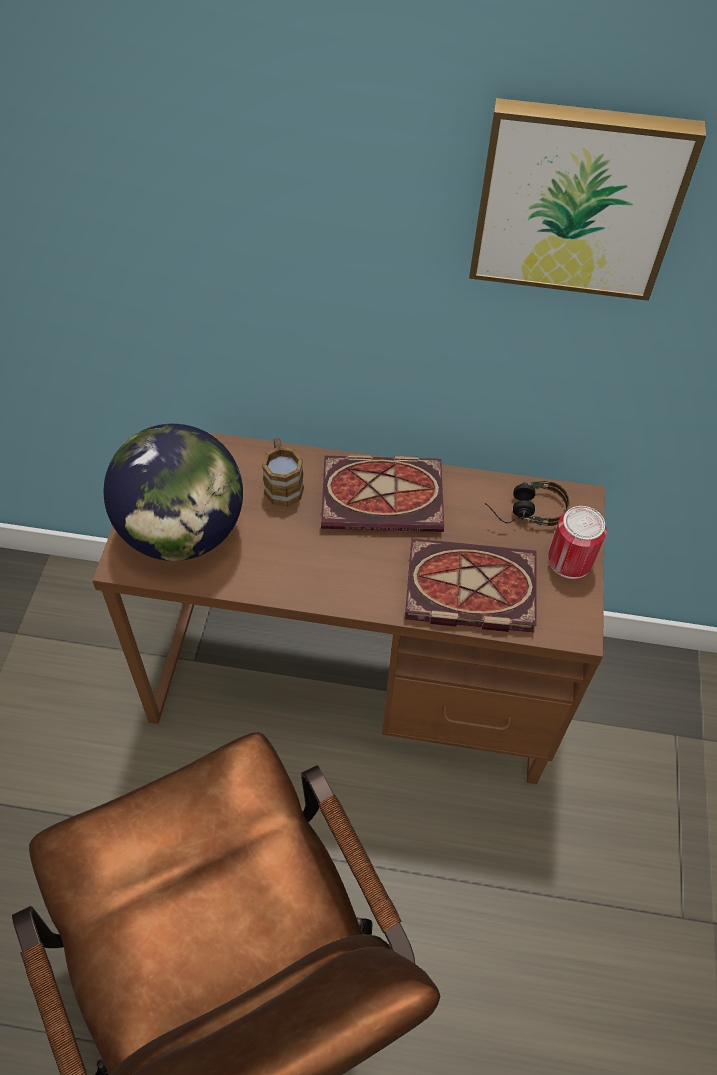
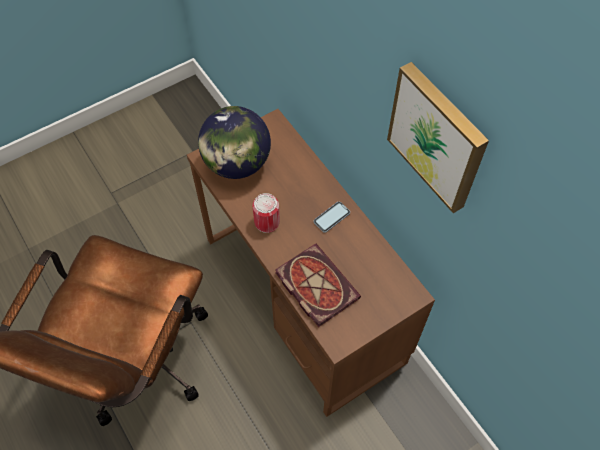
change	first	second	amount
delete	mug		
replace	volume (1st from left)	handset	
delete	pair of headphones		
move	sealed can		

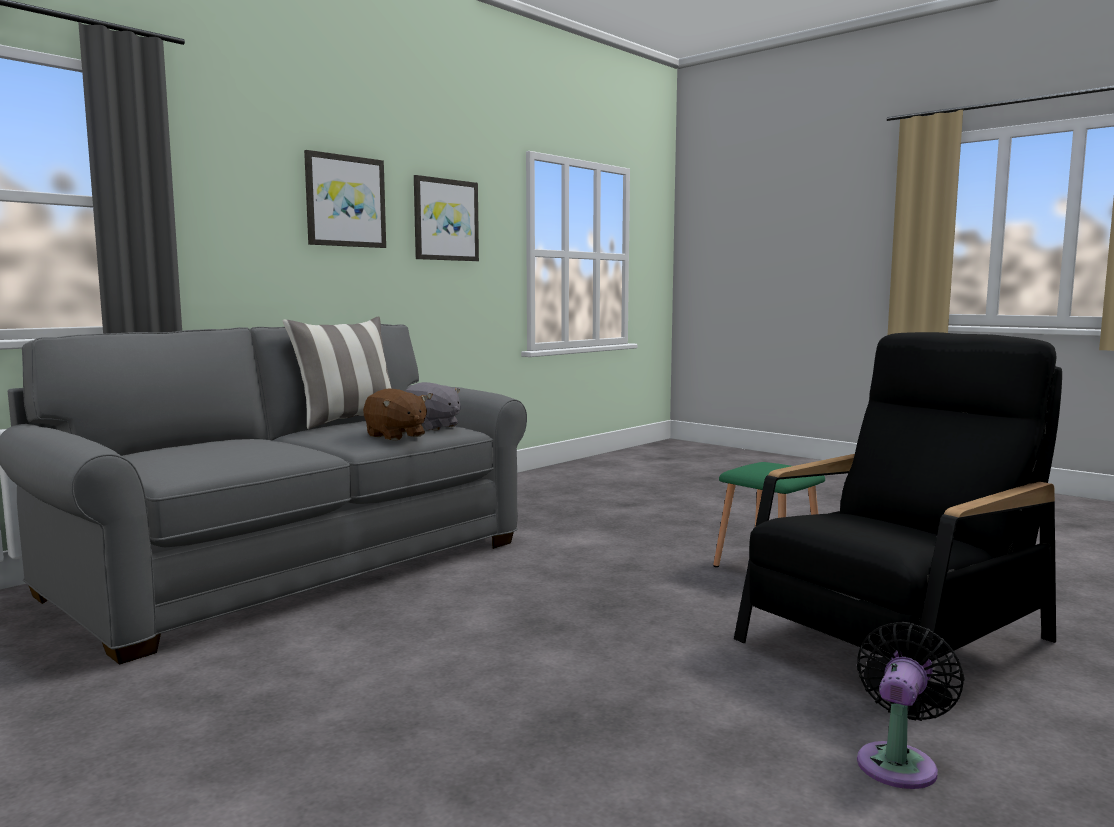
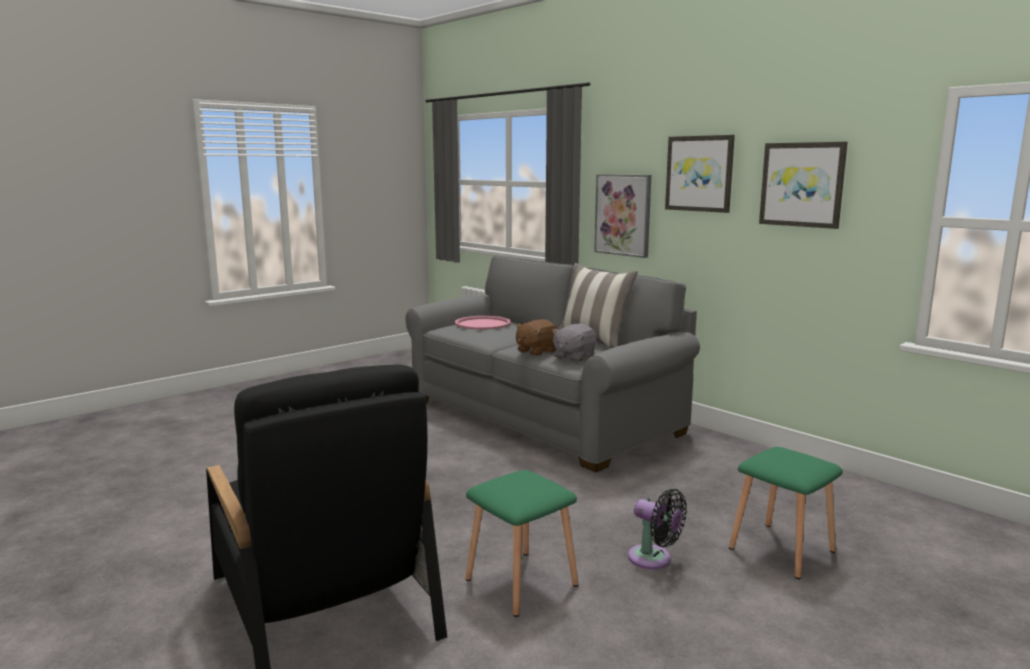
change	first	second	amount
move	blackish fan		
insert		pink-coloured serving tray	
insert		wall art (1st from left)	
insert		greenish sitting stool (2nd from left)	

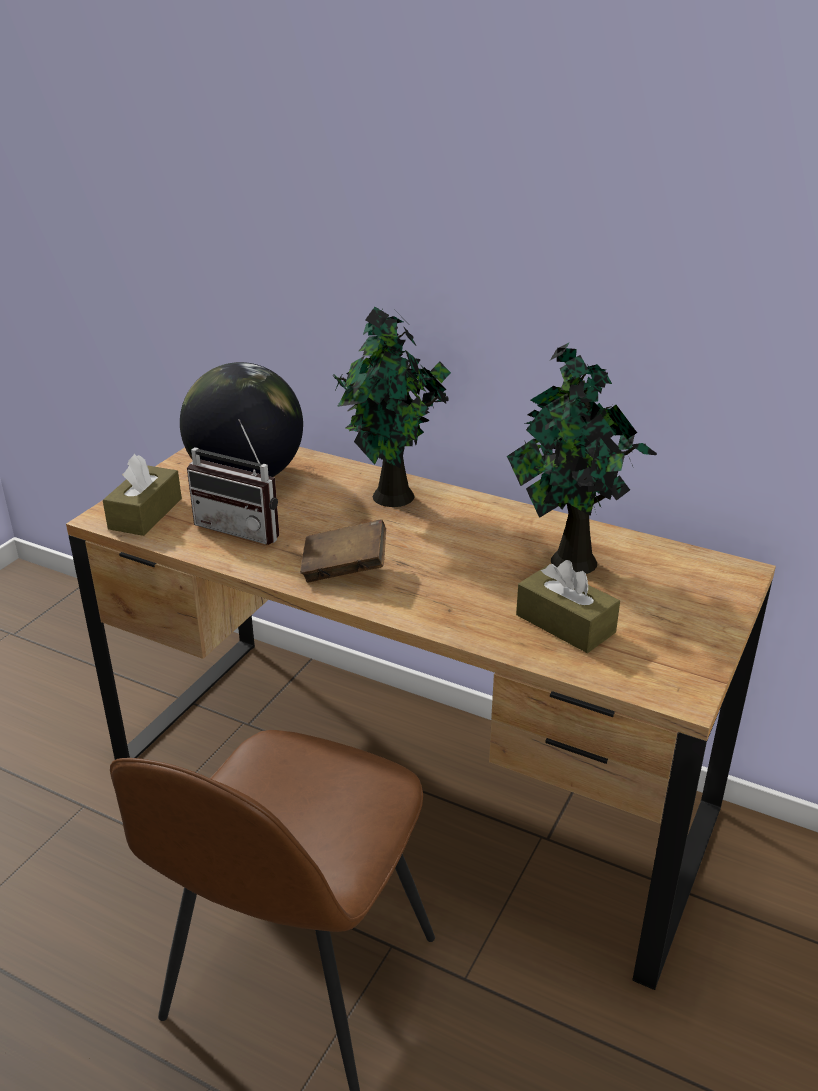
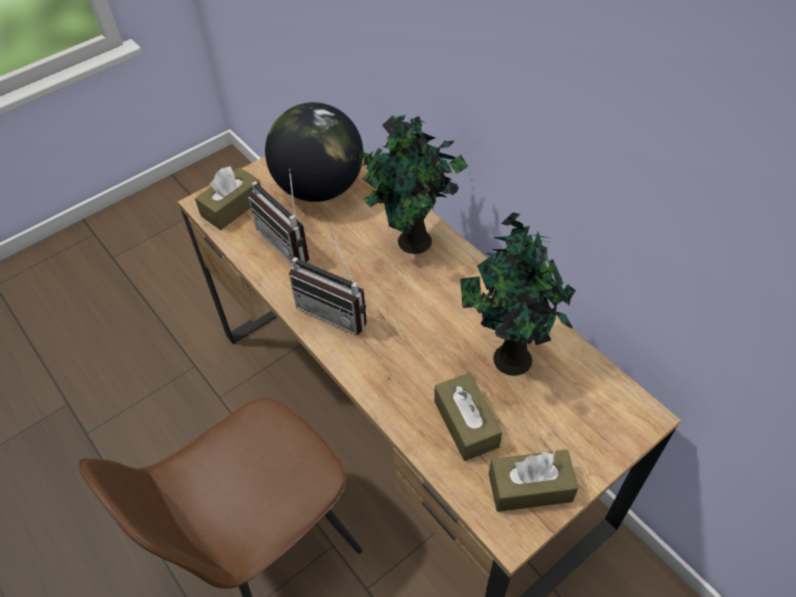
change	first	second	amount
replace	brown volume	radio (2nd from left)	
insert		brown tissue holder (3rd from left)	

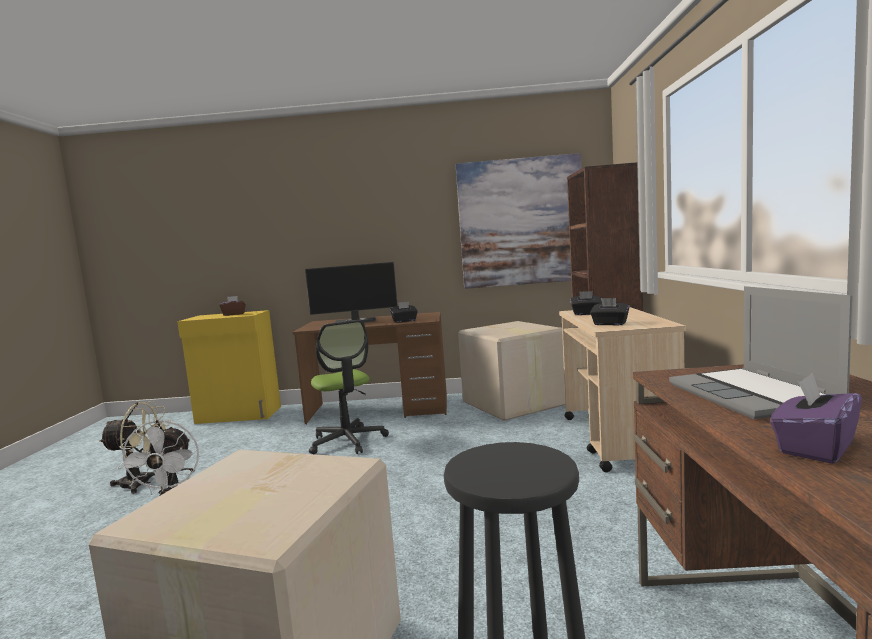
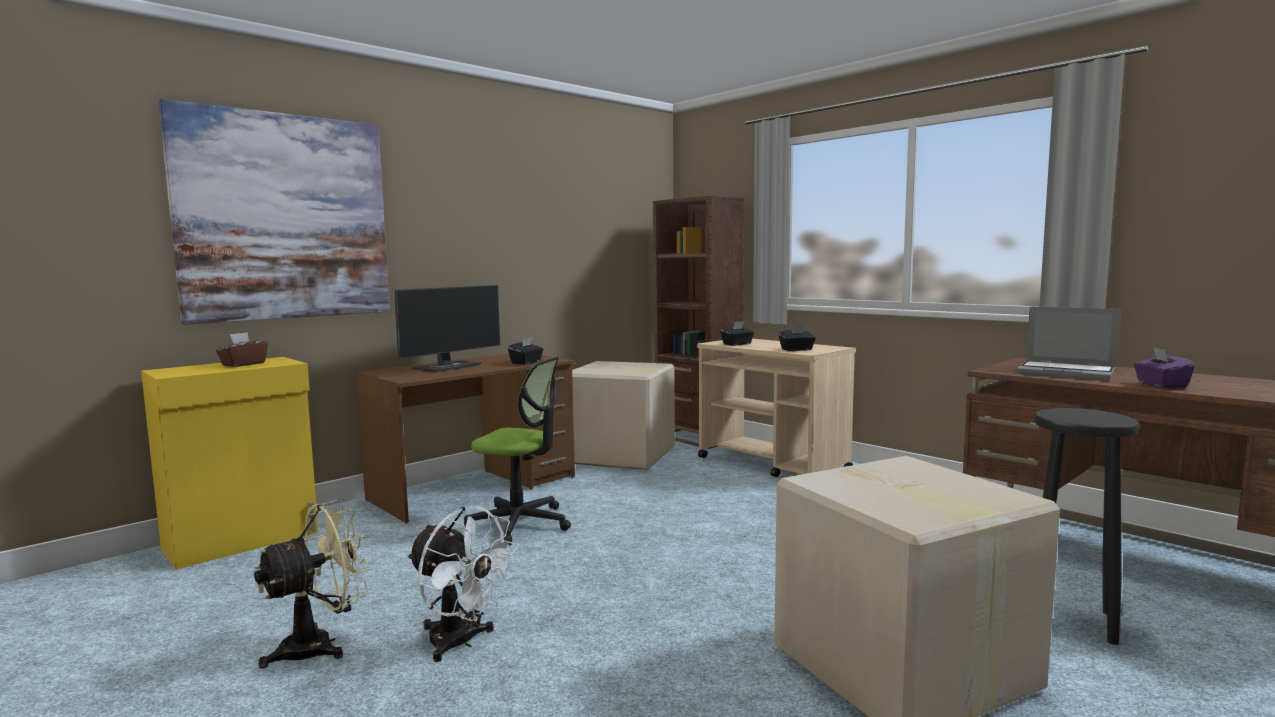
change	first	second	amount
move	wall art		

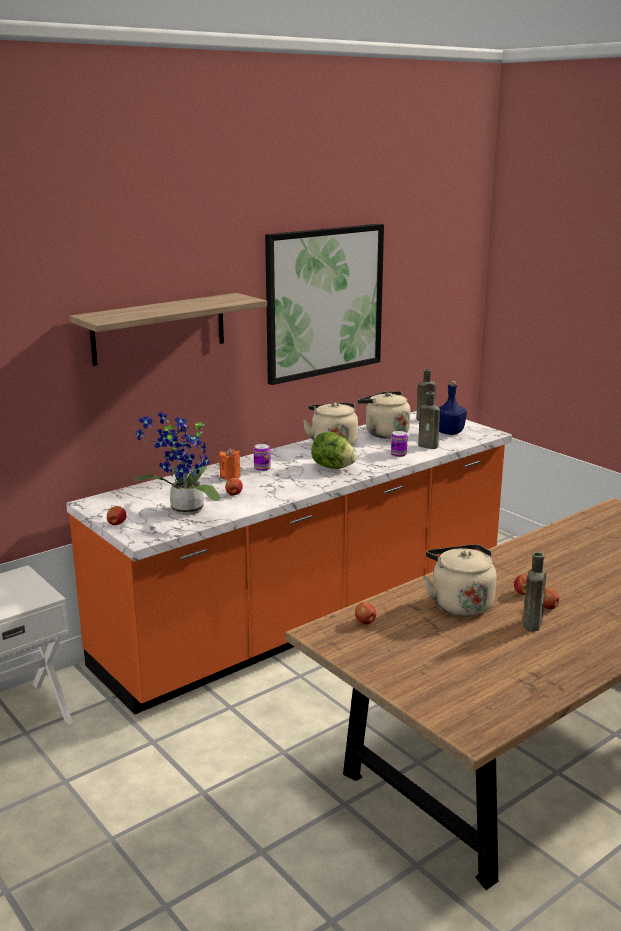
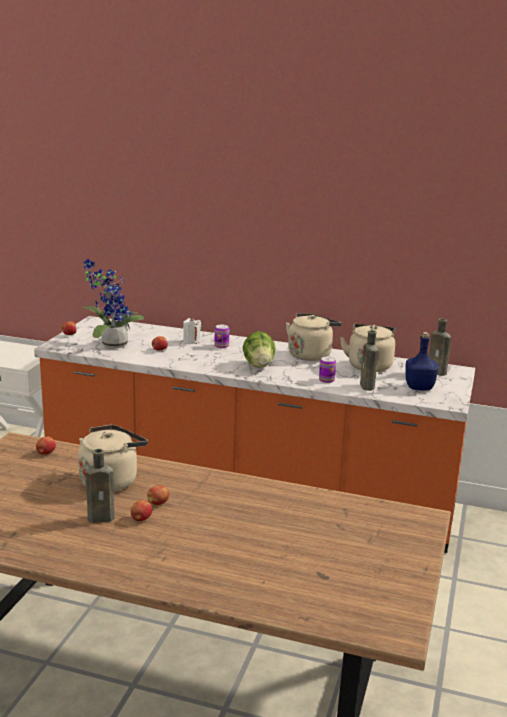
change	first	second	amount
delete	bracket shelf		
recolor	orange-coloured wax candle	white wax candle	
delete	wall art		

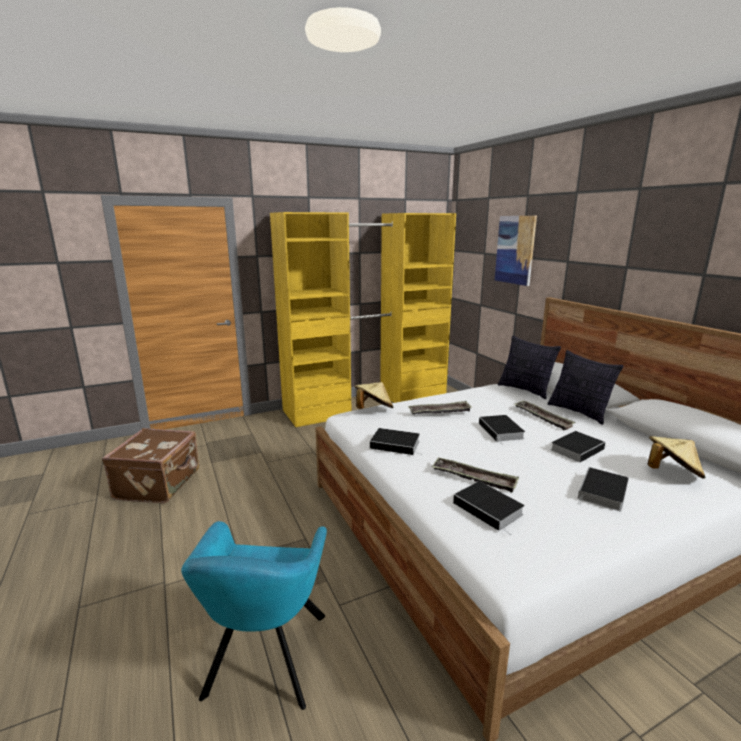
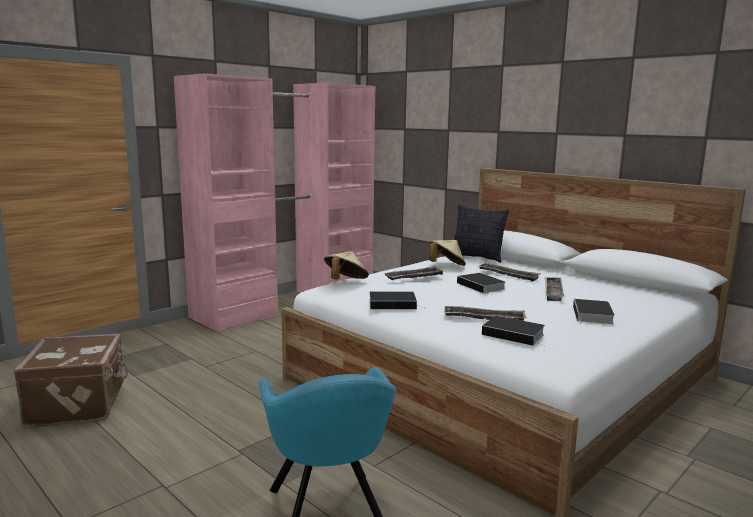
change	first	second	amount
recolor	yellowish armoire	pink-coloured armoire	
delete	wall art		
delete	pillow (2nd from left)		
replace	volume (4th from left)	serving tray (4th from left)	
move	beige clothing hat (2nd from left)		

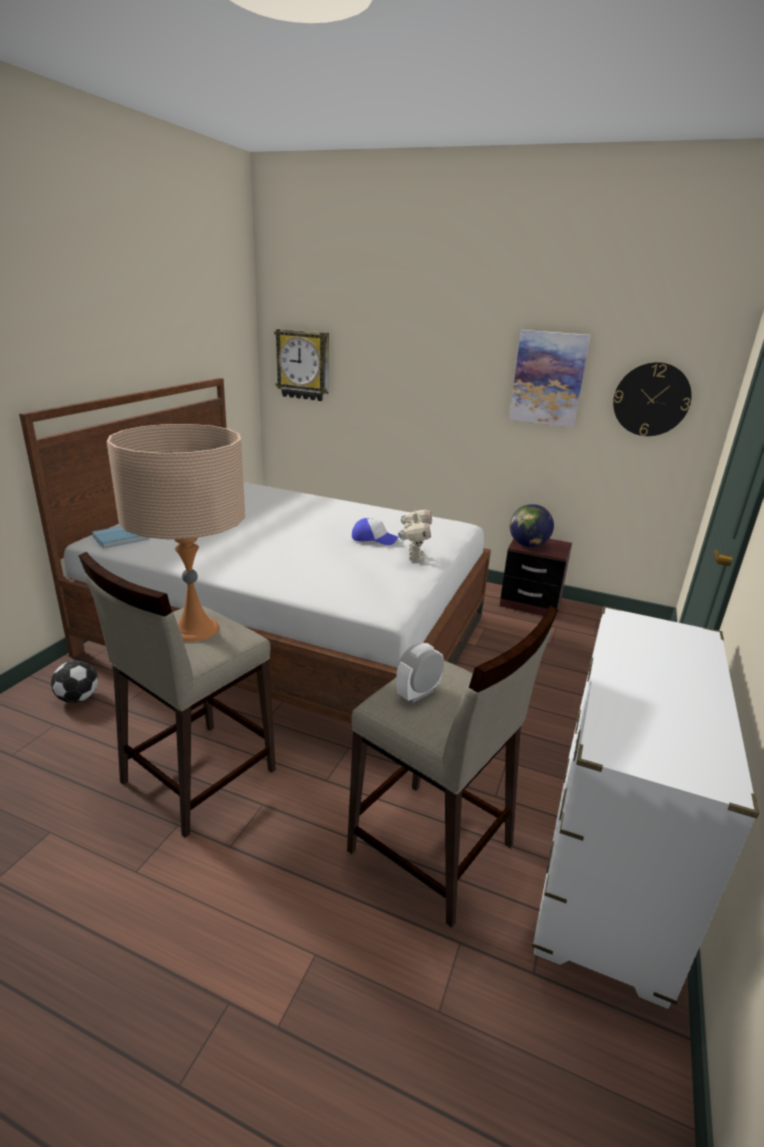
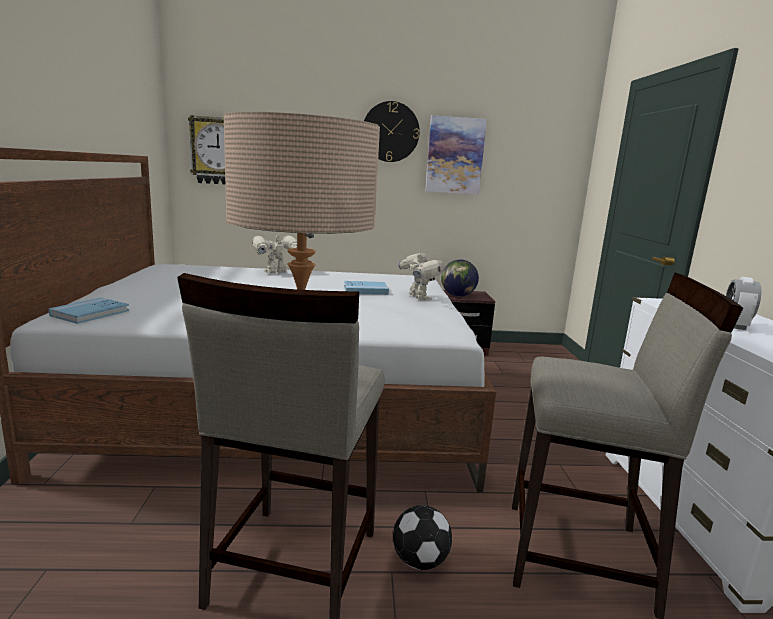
change	first	second	amount
move	football		
replace	peaked cap	bluish volume (2nd from left)	
move	alarm clock		
move	hanging clock (2nd from left)		
insert		robot figure (1st from left)	

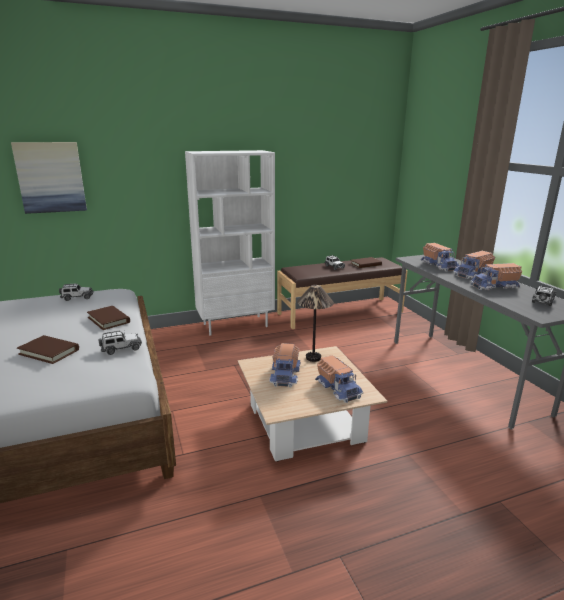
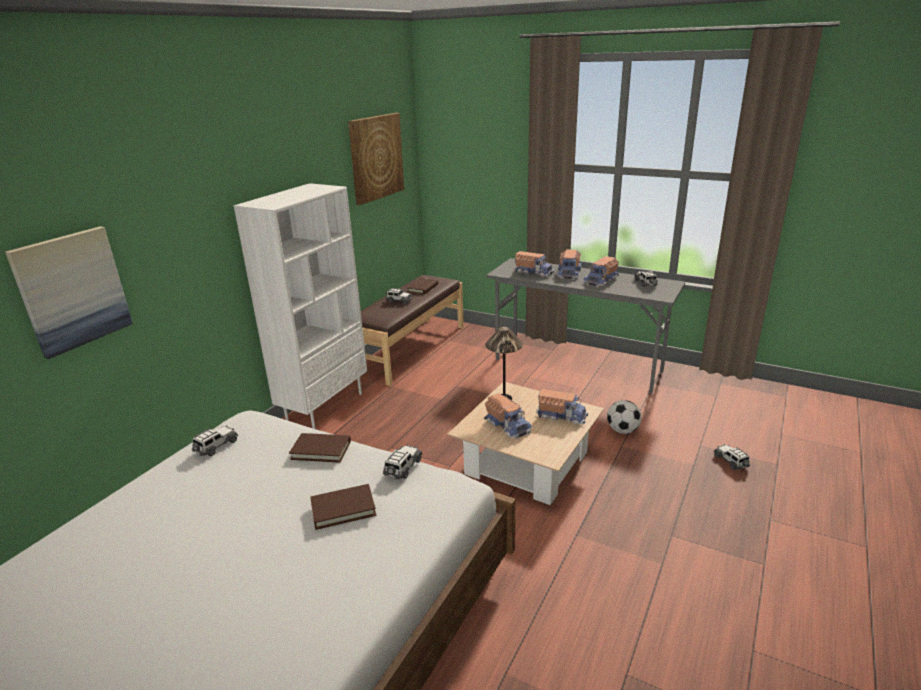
change	first	second	amount
insert		wall art (2nd from left)	
insert		football	
insert		miniature car (5th from left)	

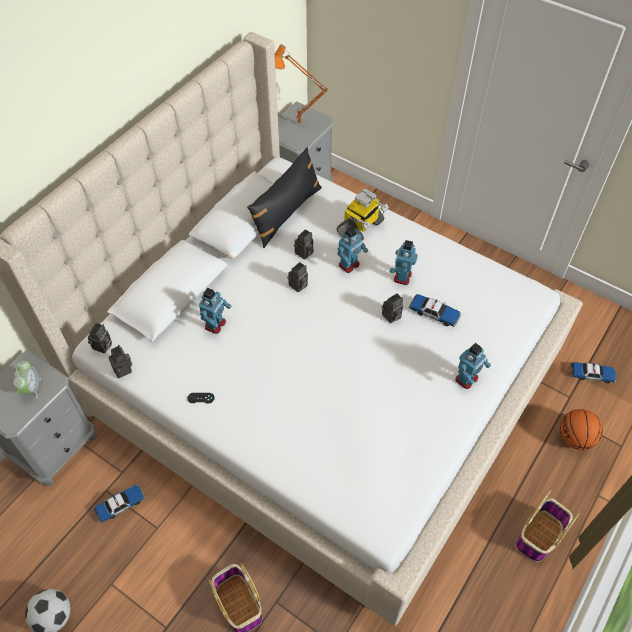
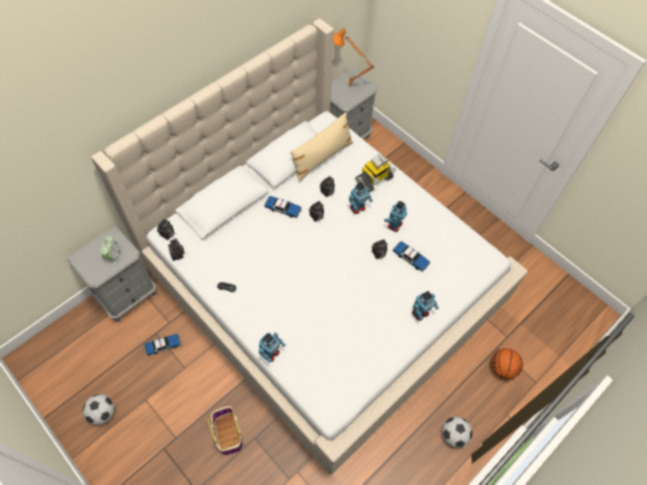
change	first	second	amount
move	robot figure (1st from left)		
recolor	blackish pillow	beige pillow	
replace	household basket (2nd from left)	football (2nd from left)	
move	miniature car (3rd from left in the first image)	miniature car (2nd from left)	

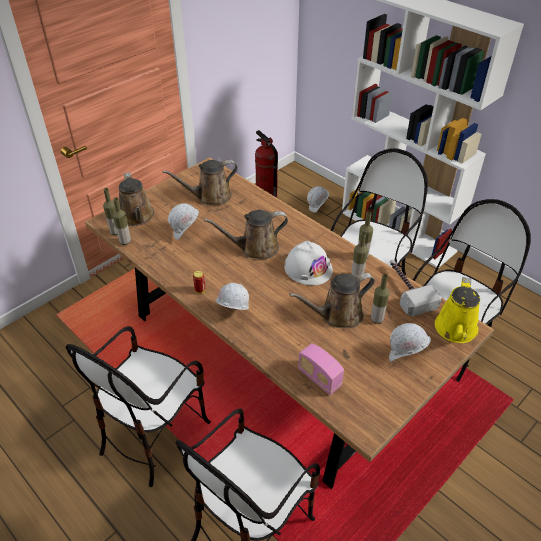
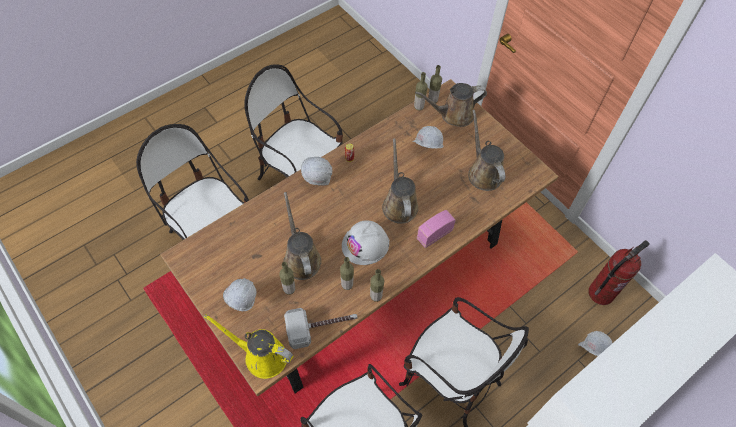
change	first	second	amount
move	radio		

